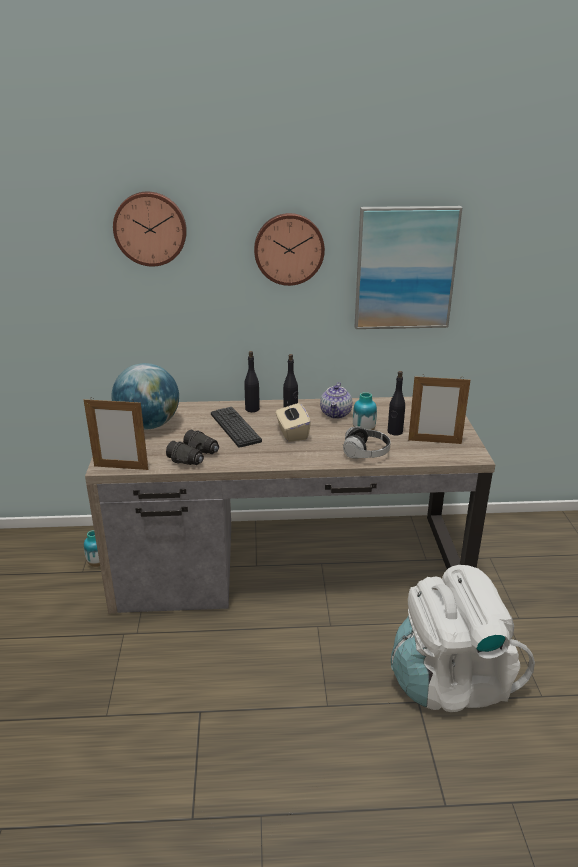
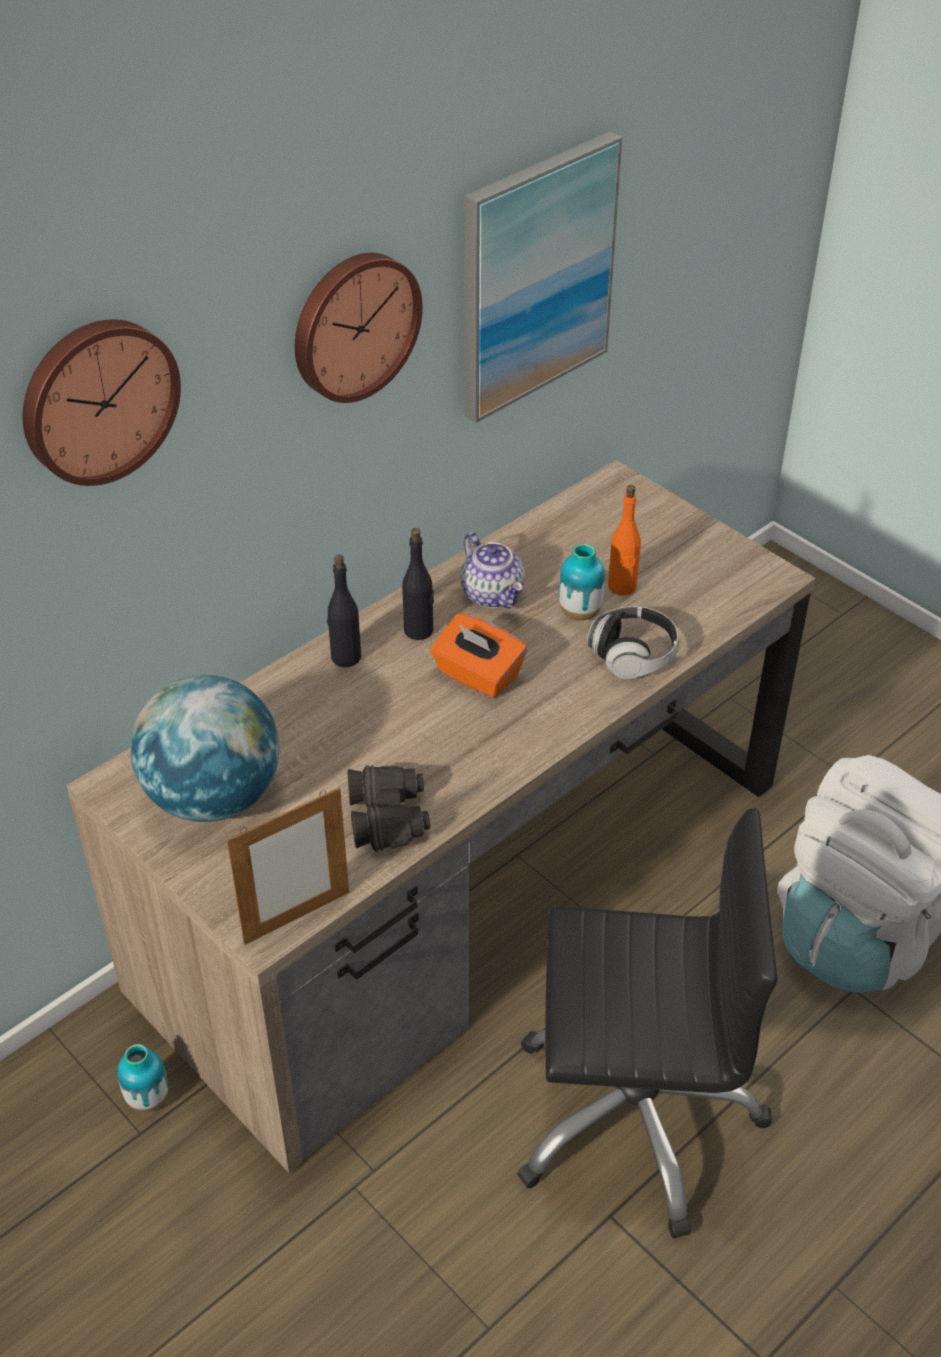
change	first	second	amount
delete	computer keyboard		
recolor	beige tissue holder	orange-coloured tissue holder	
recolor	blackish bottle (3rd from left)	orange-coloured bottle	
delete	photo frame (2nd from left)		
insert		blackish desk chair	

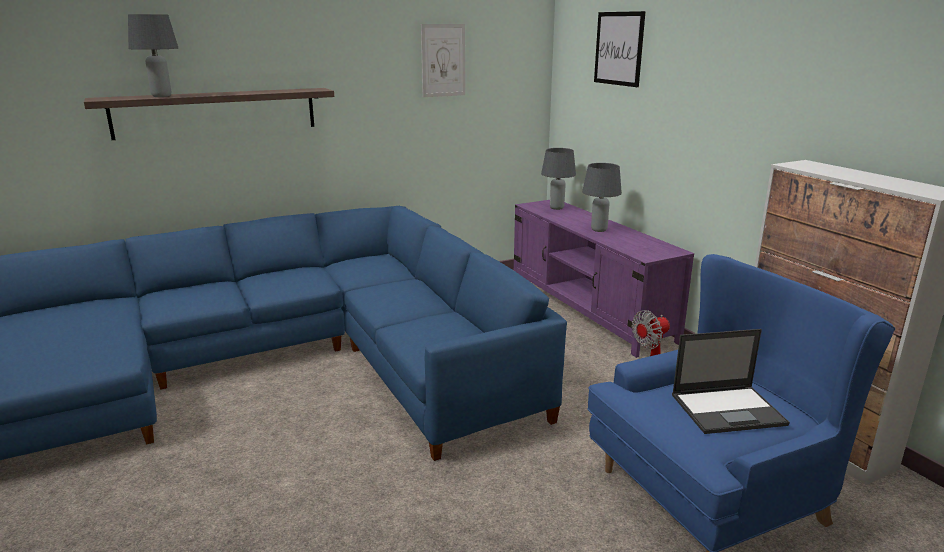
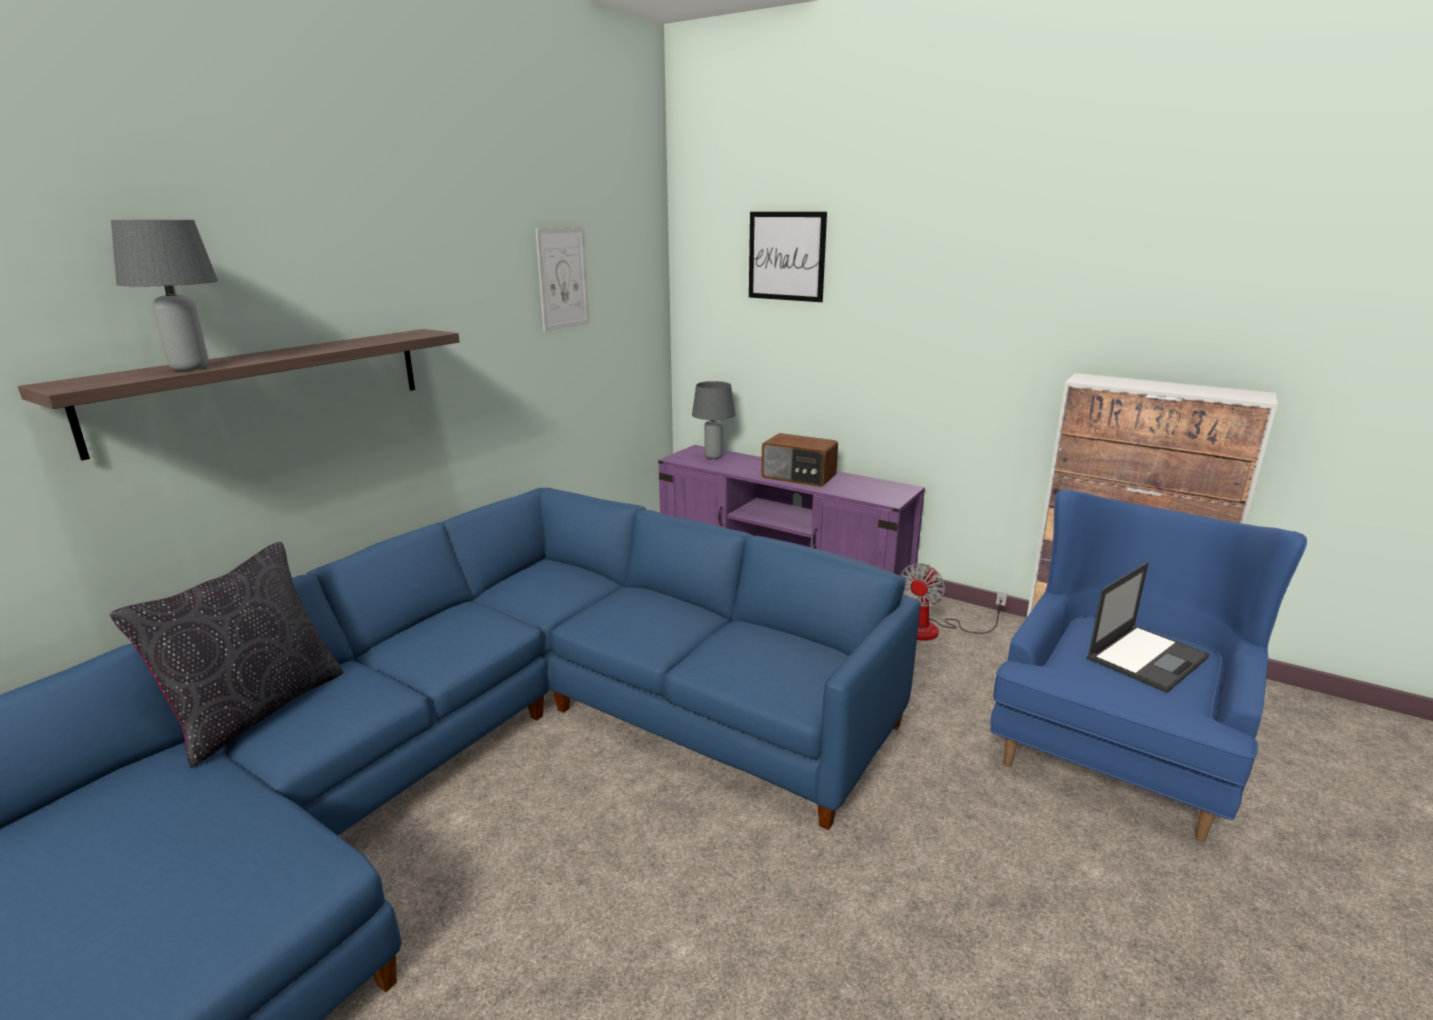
change	first	second	amount
replace	greyish tabletop lamp (3rd from left)	radio	
insert		blackish pillow	

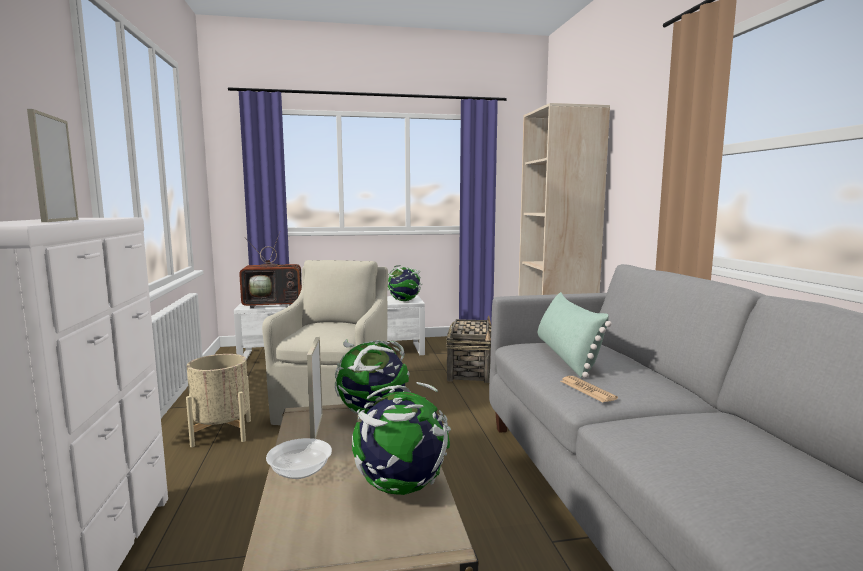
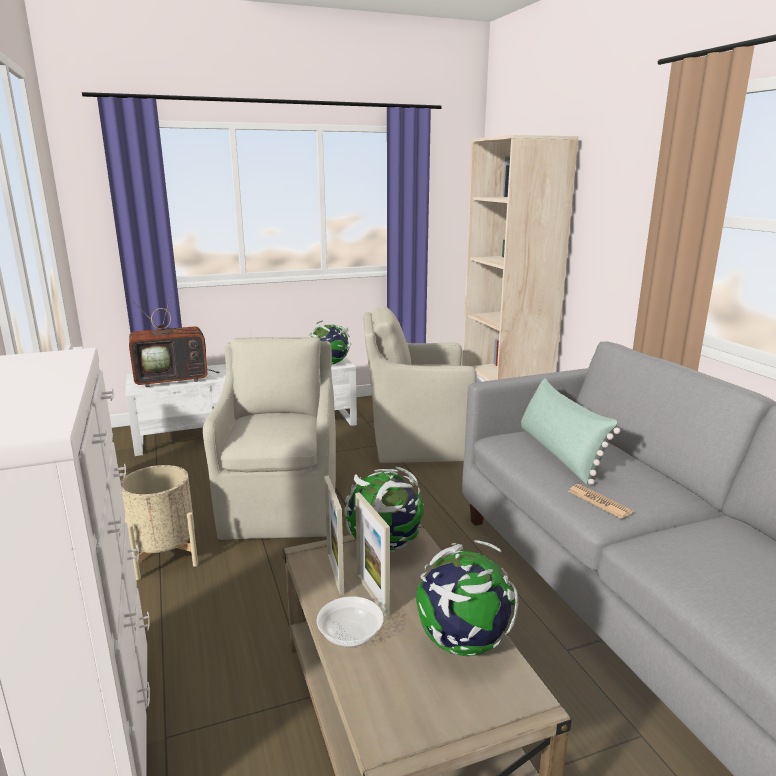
change	first	second	amount
move	photo frame (1st from left in the first image)	photo frame (2nd from left)	
replace	household basket	beige easy chair (2nd from left)	

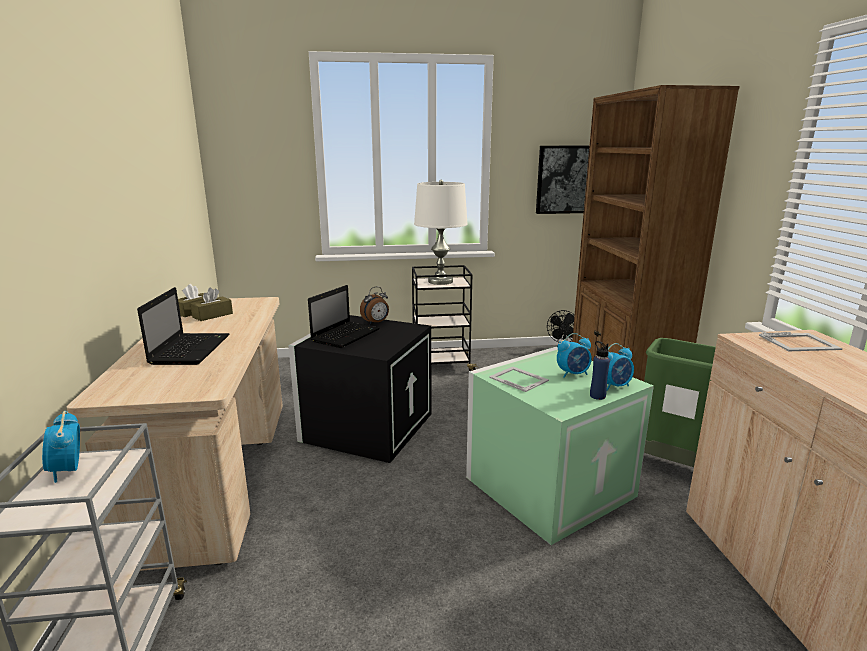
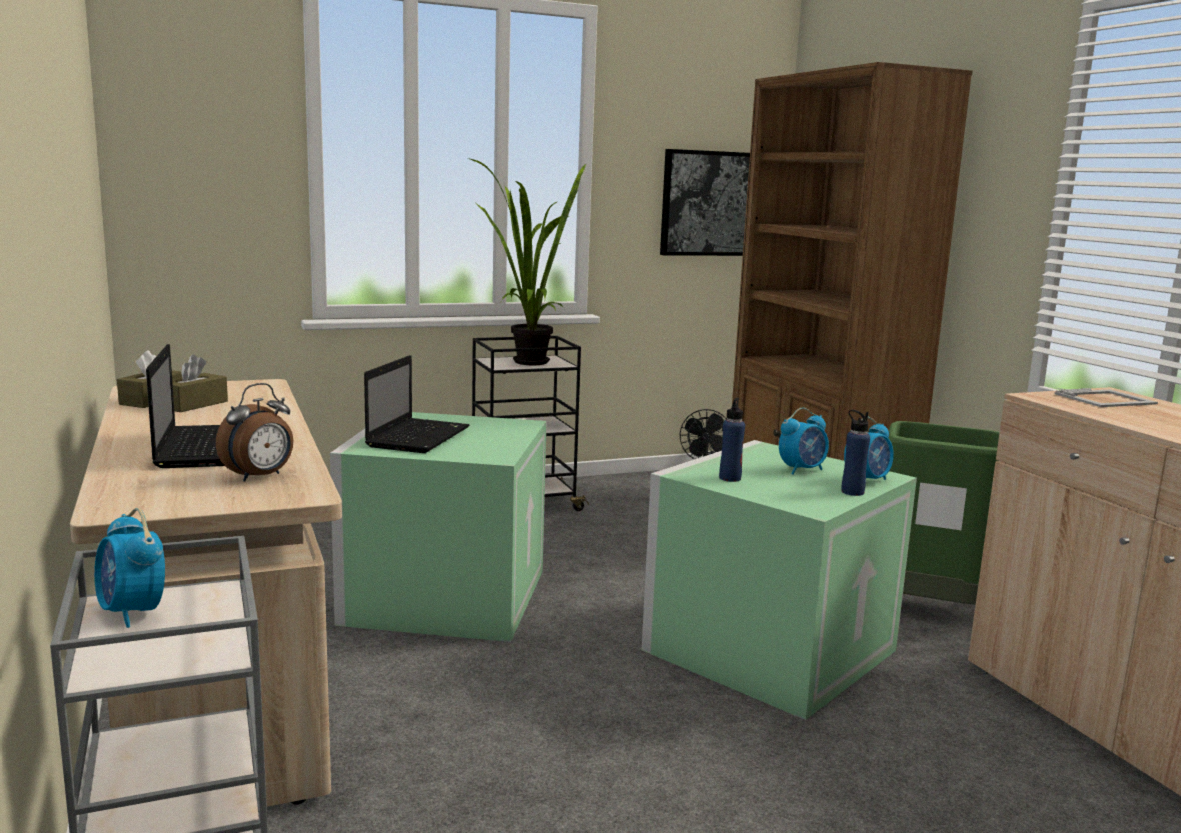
change	first	second	amount
recolor	blackish storage container	greenish storage container (1st from left)	
move	alarm clock (2nd from left)		
replace	white tabletop lamp	potted plant	
replace	photo frame (1st from left)	bluish bottle (1st from left)	

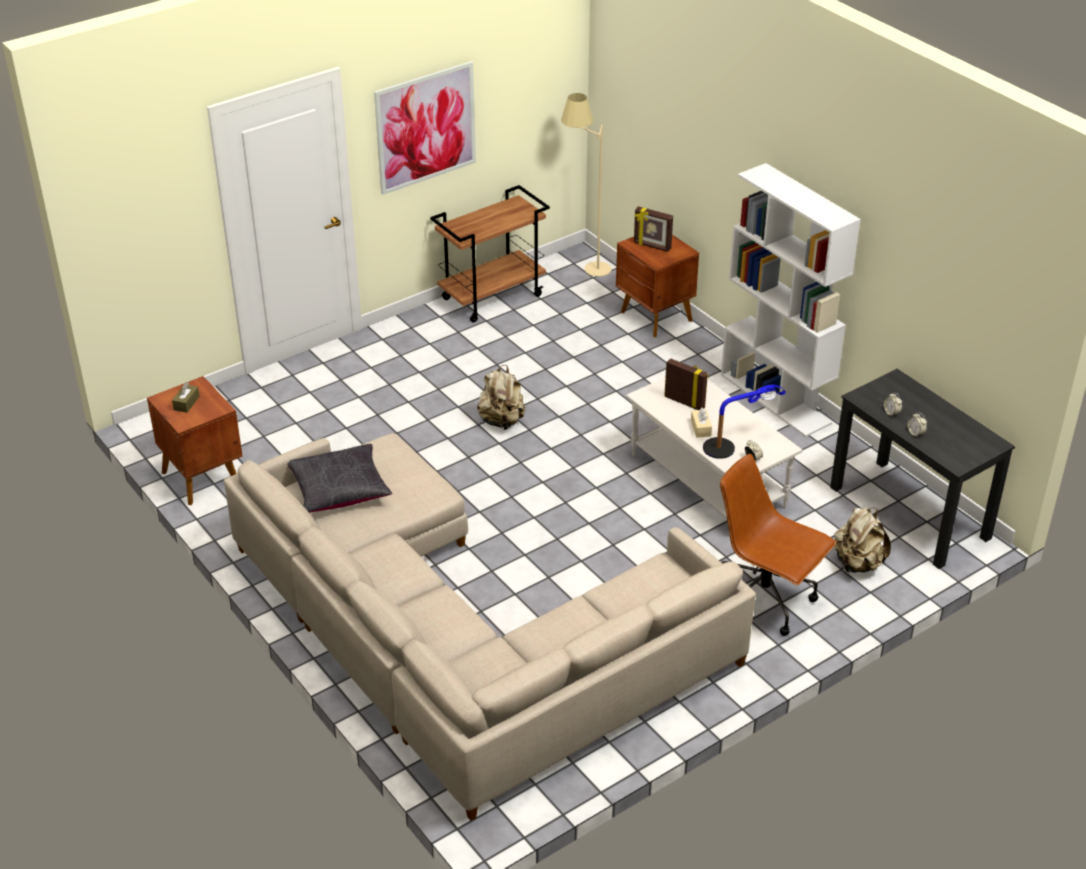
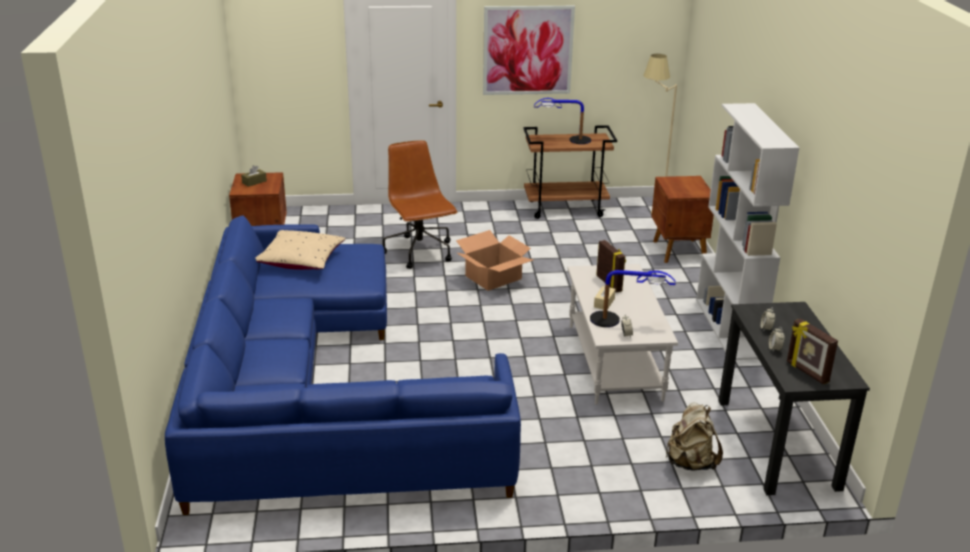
change	first	second	amount
recolor	beige couch	bluish couch	
recolor	blackish pillow	beige pillow	
replace	beige backpack (1st from left)	cardboard box	
move	photo frame (1st from left in the first image)	photo frame (2nd from left)	
move	brown desk chair		
insert		tabletop lamp (1st from left)	

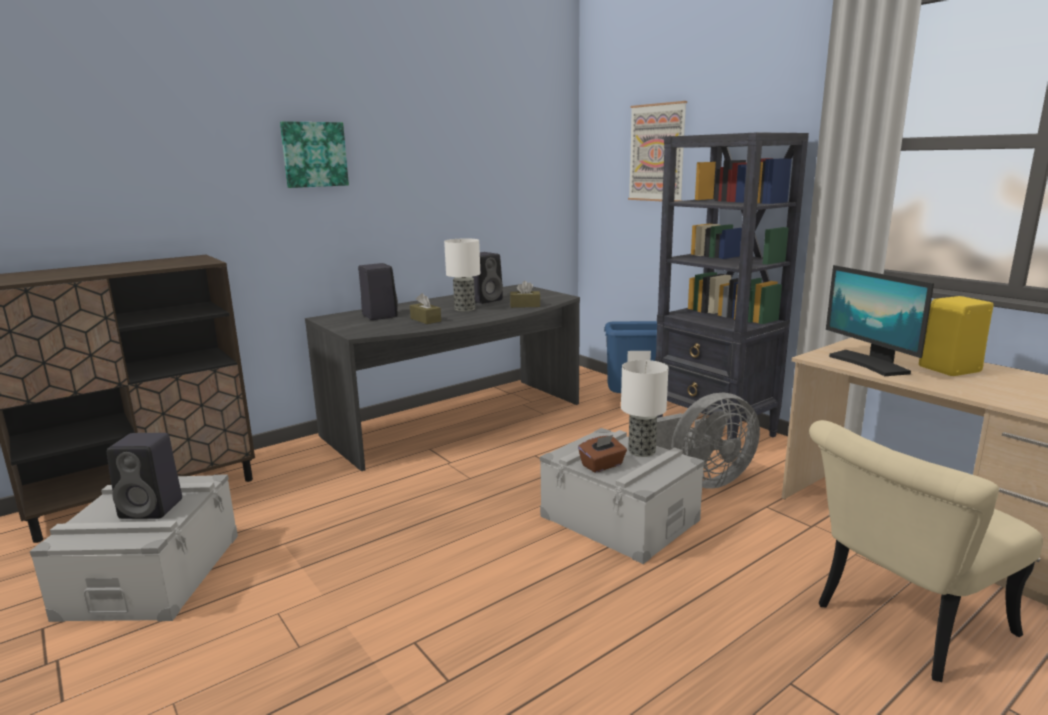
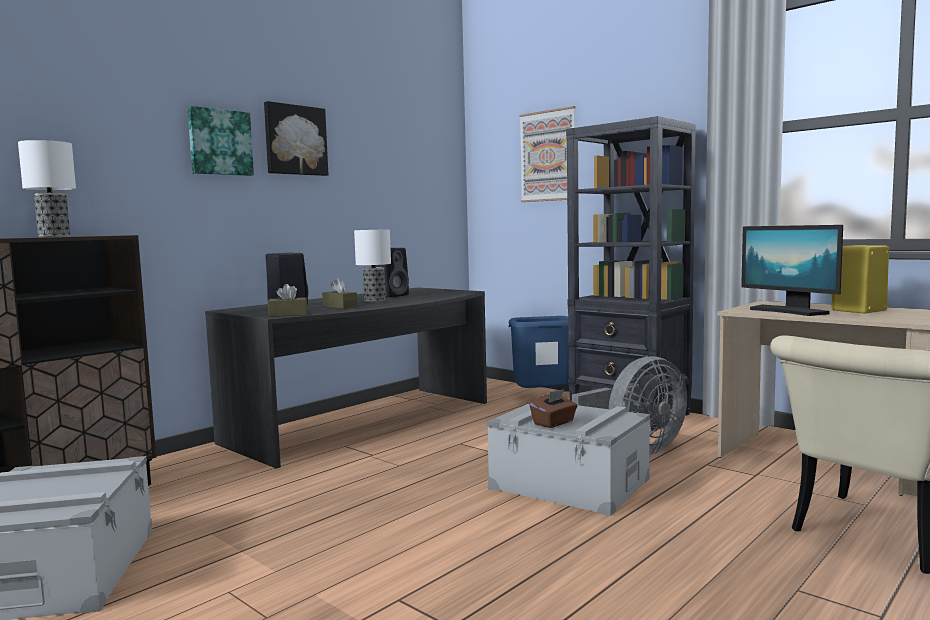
change	first	second	amount
delete	blackish speaker (1st from left)		
move	brown tissue holder (2nd from left in the first image)	brown tissue holder (1st from left)	
move	tabletop lamp (2nd from left in the first image)	tabletop lamp (1st from left)	
insert		wall art (2nd from left)	

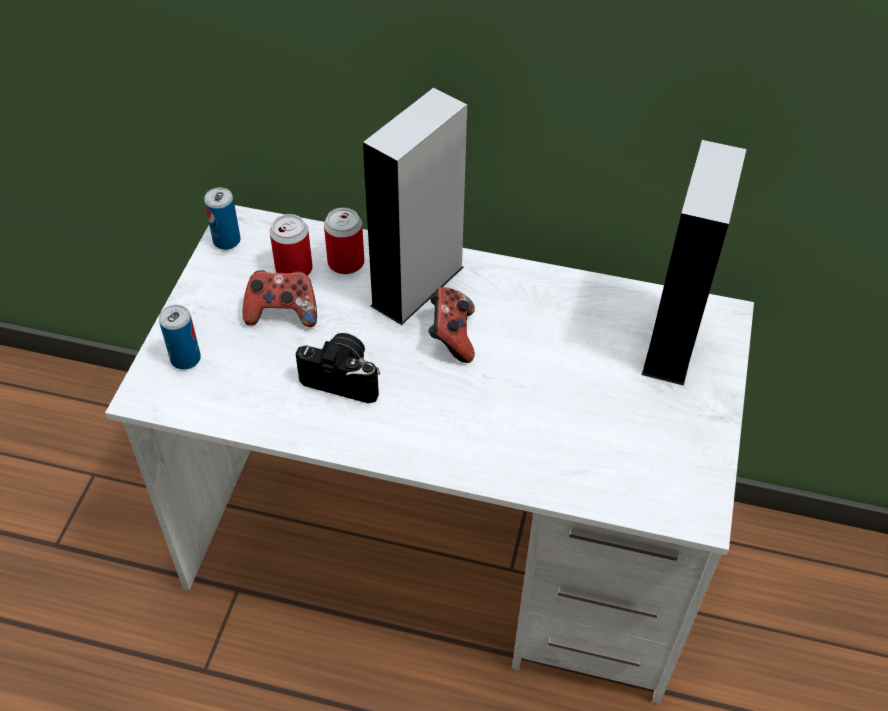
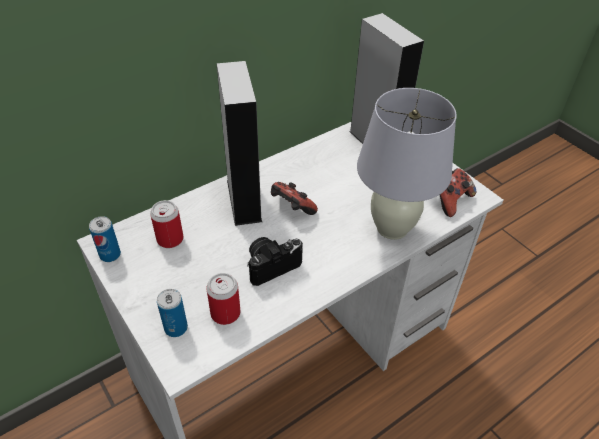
change	first	second	amount
move	gamepad (1st from left in the first image)	gamepad (2nd from left)	
move	sealed can (4th from left)		
insert		white tabletop lamp	

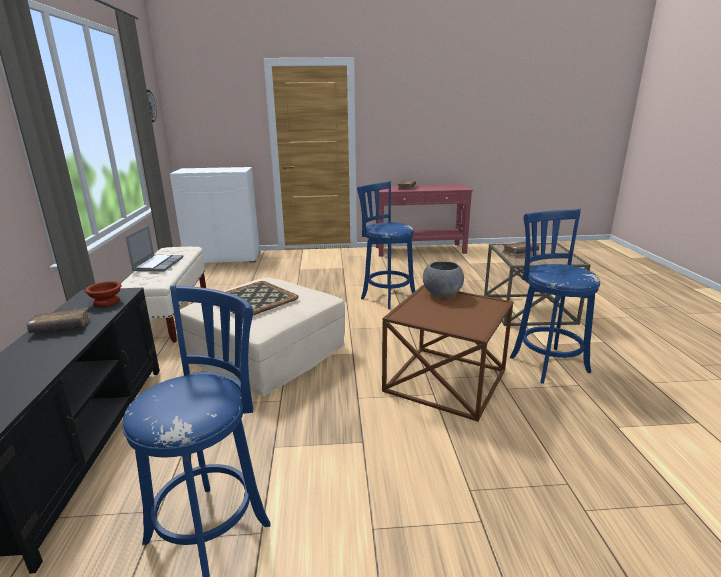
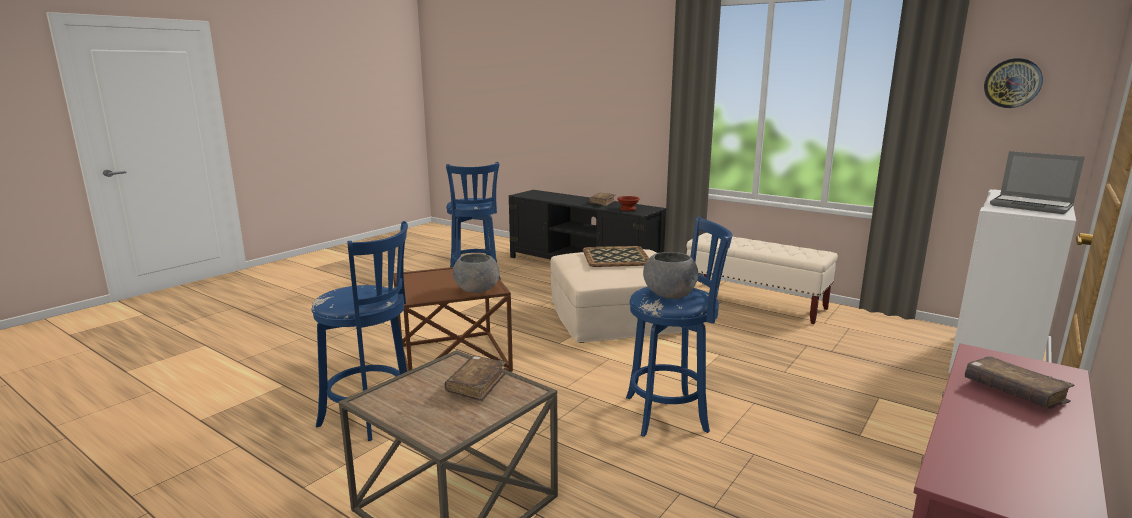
change	first	second	amount
move	laptop		
insert		greyish bowl (2nd from left)	

